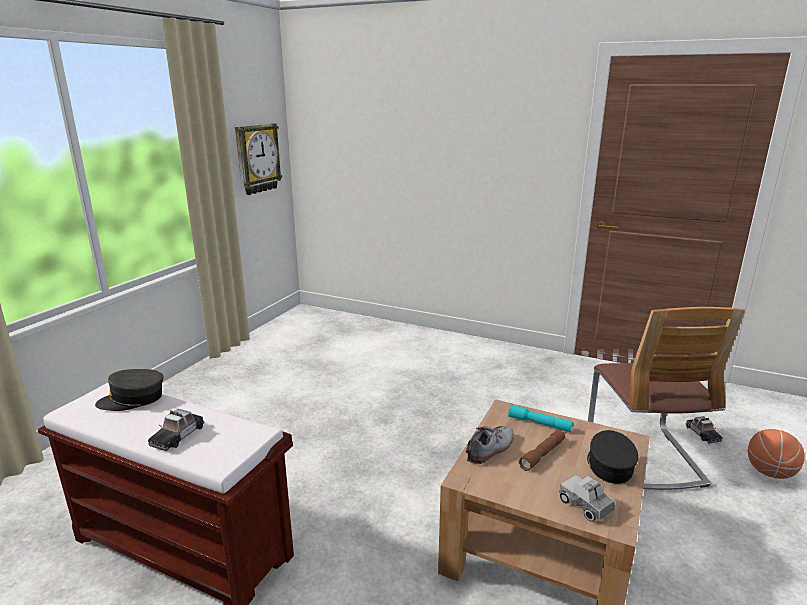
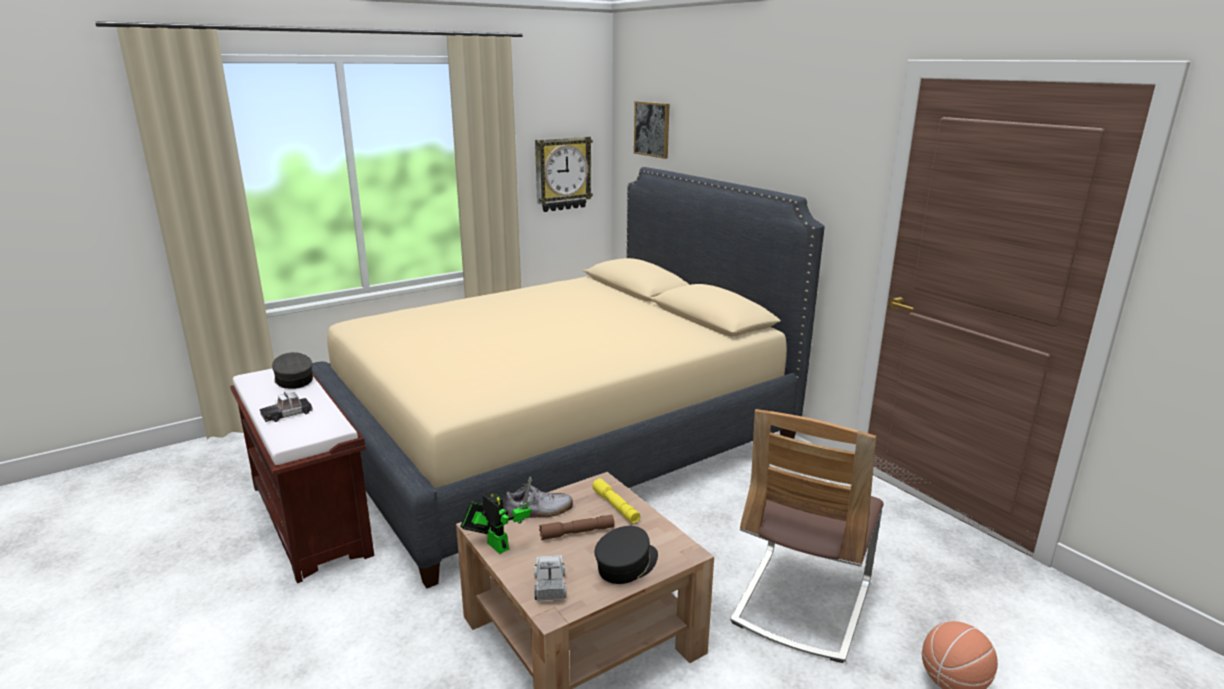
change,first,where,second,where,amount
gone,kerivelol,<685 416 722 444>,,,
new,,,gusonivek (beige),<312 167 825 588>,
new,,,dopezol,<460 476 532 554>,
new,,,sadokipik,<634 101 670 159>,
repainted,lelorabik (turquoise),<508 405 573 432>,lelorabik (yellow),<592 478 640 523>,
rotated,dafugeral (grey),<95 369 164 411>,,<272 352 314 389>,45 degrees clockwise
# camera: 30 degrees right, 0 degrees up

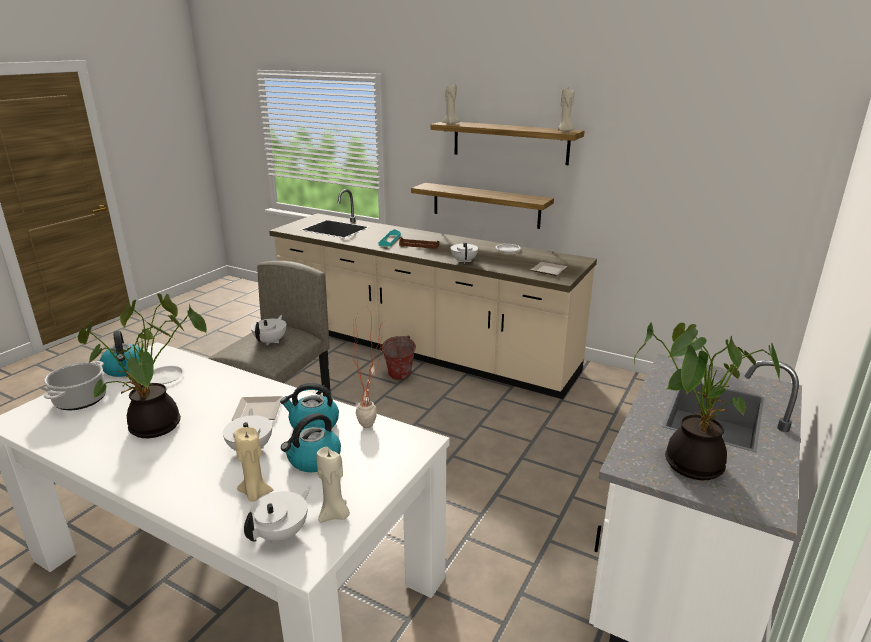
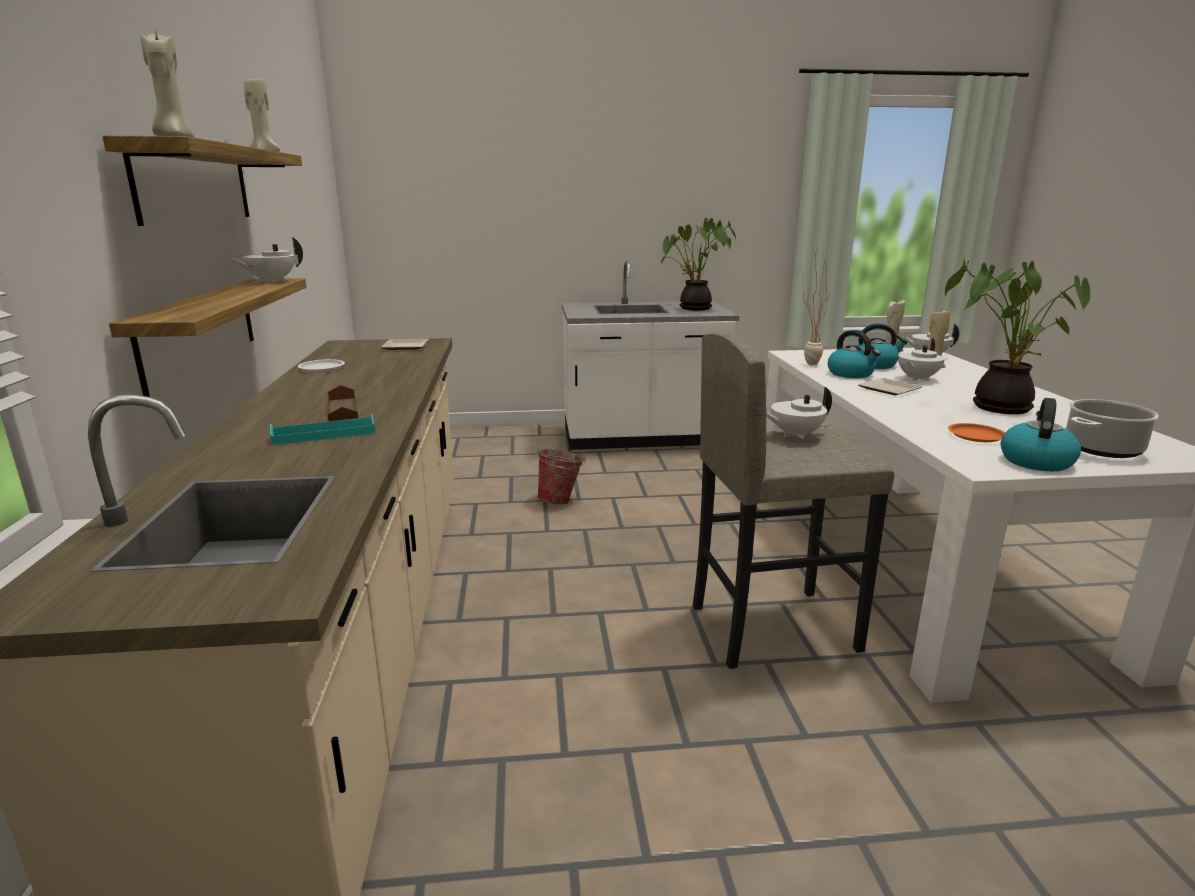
change,first,where,second,where,amount
shifted,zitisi,<380 335 416 380>,,<537 449 586 504>,
shifted,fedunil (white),<450 241 478 264>,,<229 237 303 283>,
repainted,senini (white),<150 365 185 384>,senini (orange),<948 423 1005 442>,
# camera: 125 degrees left, 5 degrees down

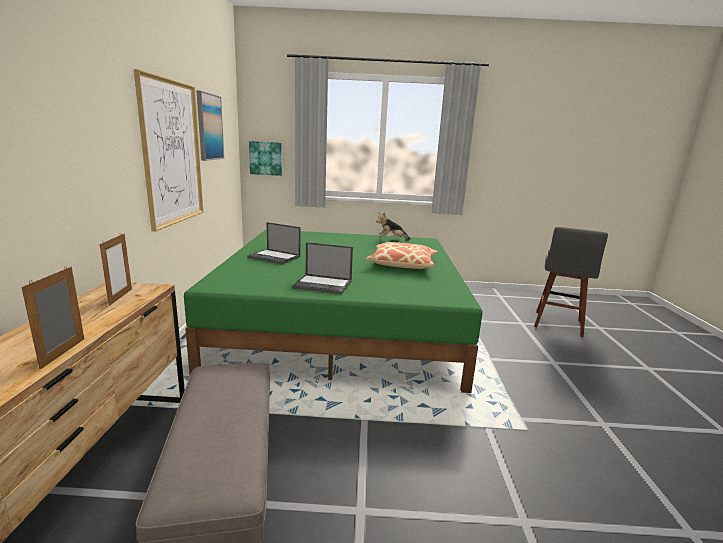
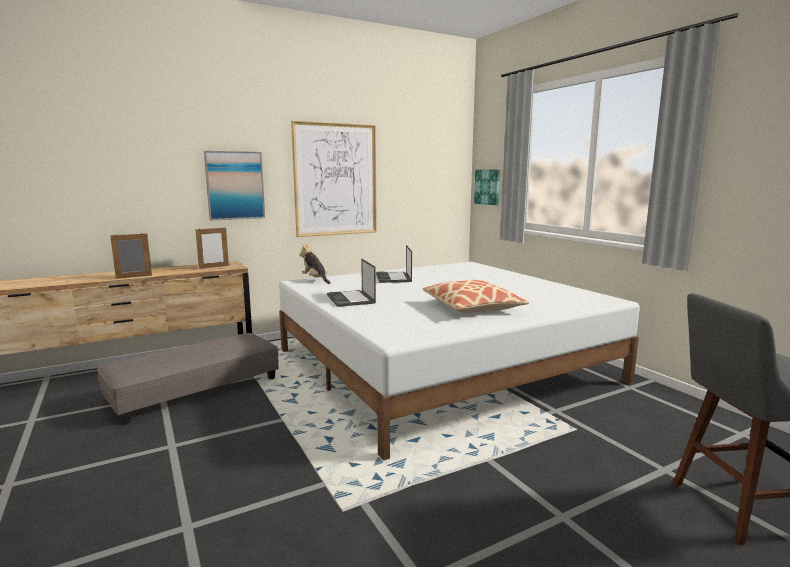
change,first,where,second,where,amount
shifted,sadokipik,<196 90 224 161>,,<204 151 265 220>,
shifted,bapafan,<376 212 411 240>,,<299 244 331 284>,
repainted,gusonivek (green),<184 229 483 393>,gusonivek (white),<279 262 640 461>,
# camera: 60 degrees right, 5 degrees down

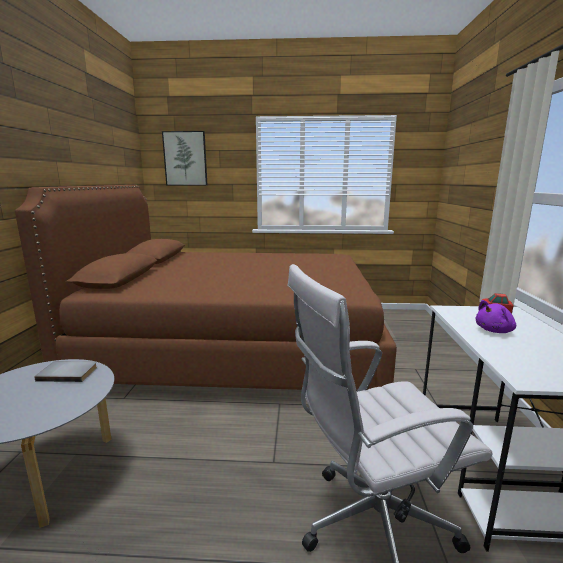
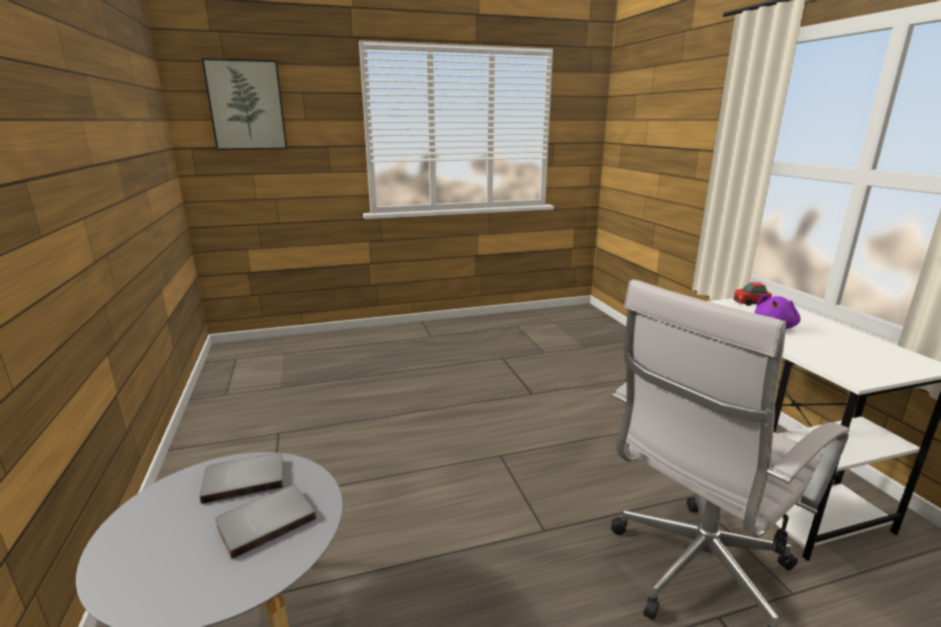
change,first,where,second,where,amount
gone,gusonivek (brown),<15 185 397 391>,,,
new,,,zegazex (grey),<215 485 316 559>,
# camera: 20 degrees left, 5 degrees up

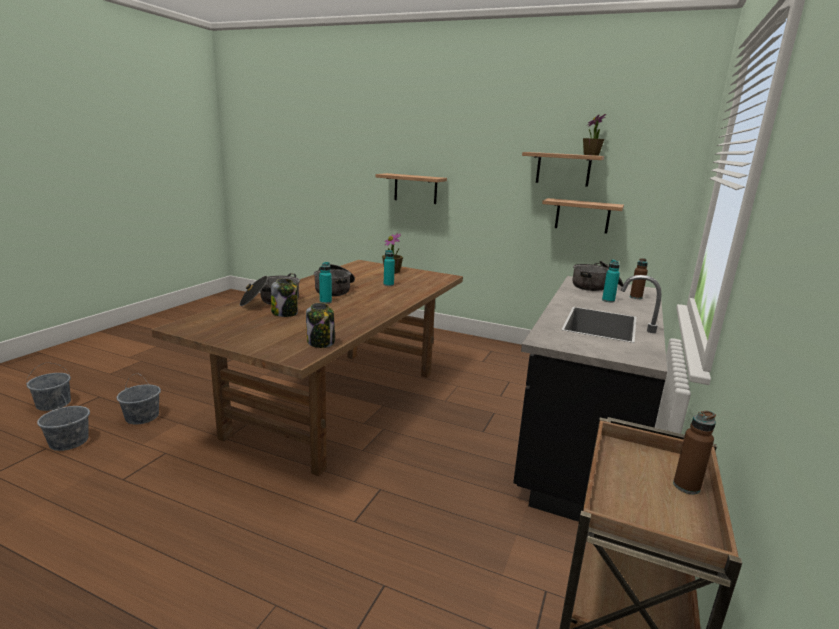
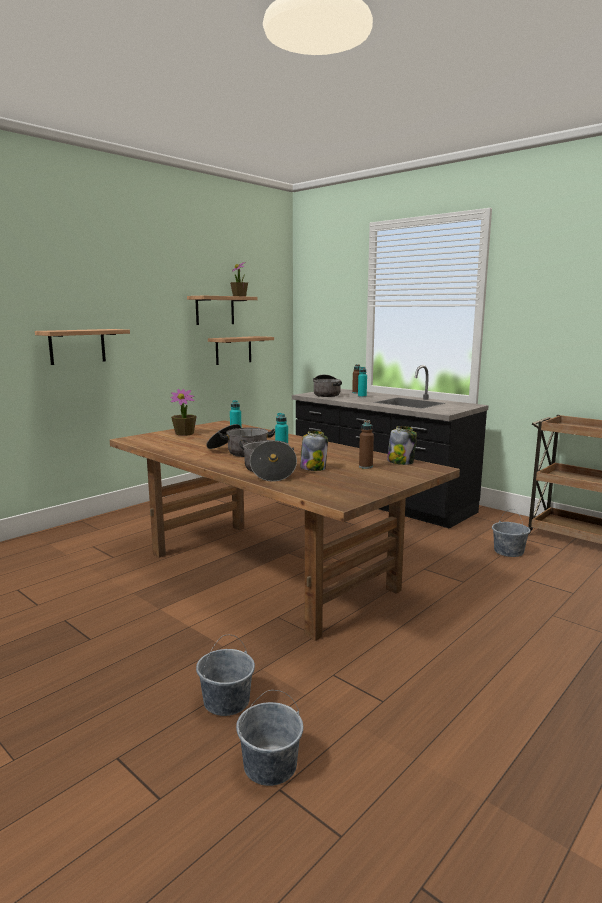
change,first,where,second,where,amount
shifted,zitisi (grey),<26 363 71 411>,,<492 509 530 557>,
shifted,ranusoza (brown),<673 411 716 494>,,<359 420 374 469>,
# camera: 70 degrees left, 5 degrees down

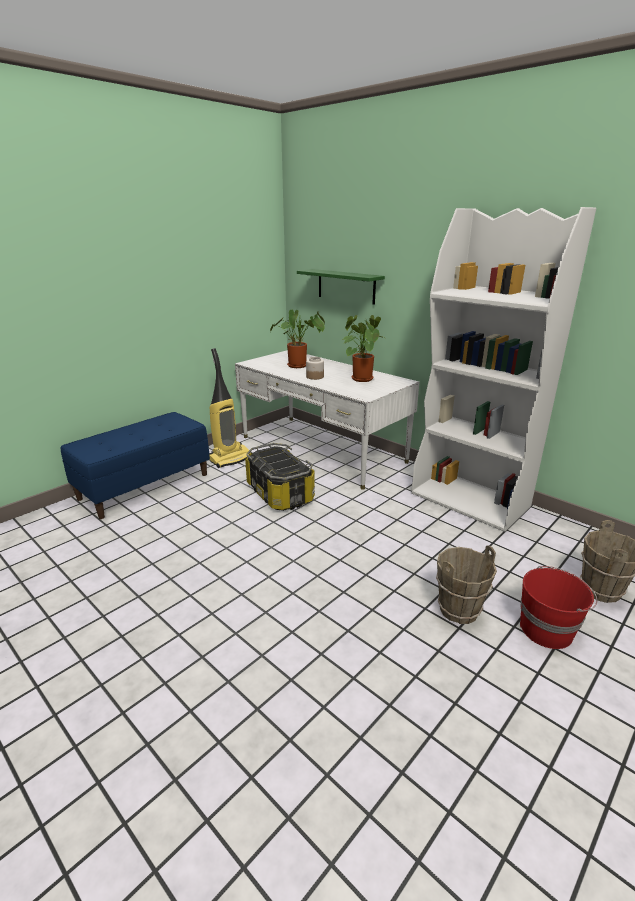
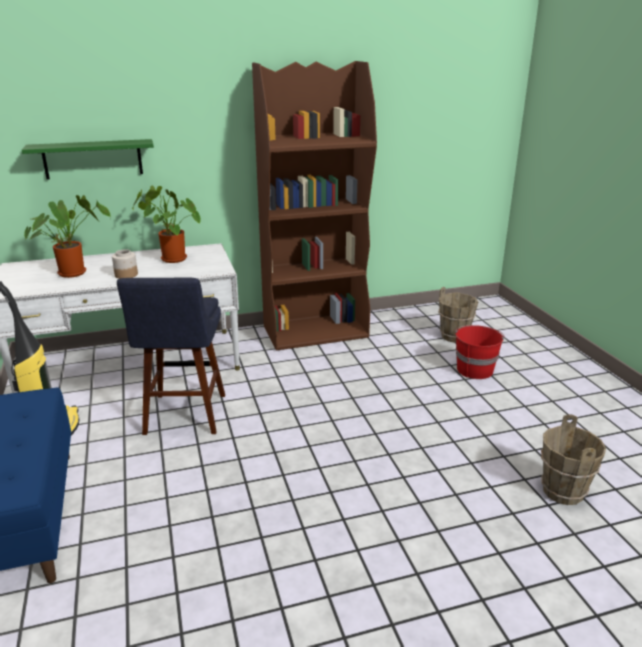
change,first,where,second,where,amount
shifted,zitisi (brown),<436 545 497 624>,,<541 414 606 505>,
swapped,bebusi,<245 443 315 511>,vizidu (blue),<117 277 225 435>,
repainted,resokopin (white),<411 207 596 532>,resokopin (brown),<252 61 377 351>,
# camera: 60 degrees left, 0 degrees up

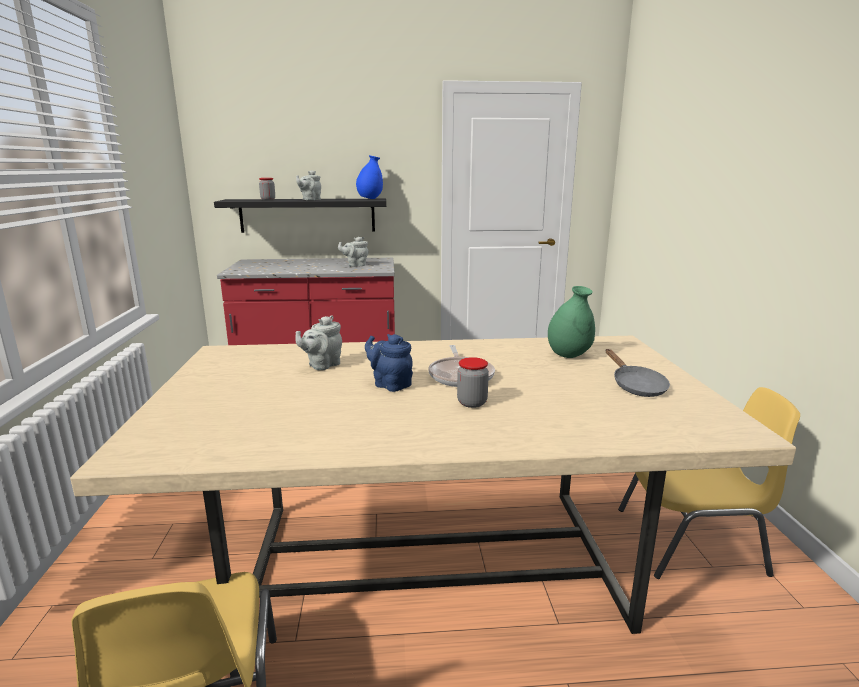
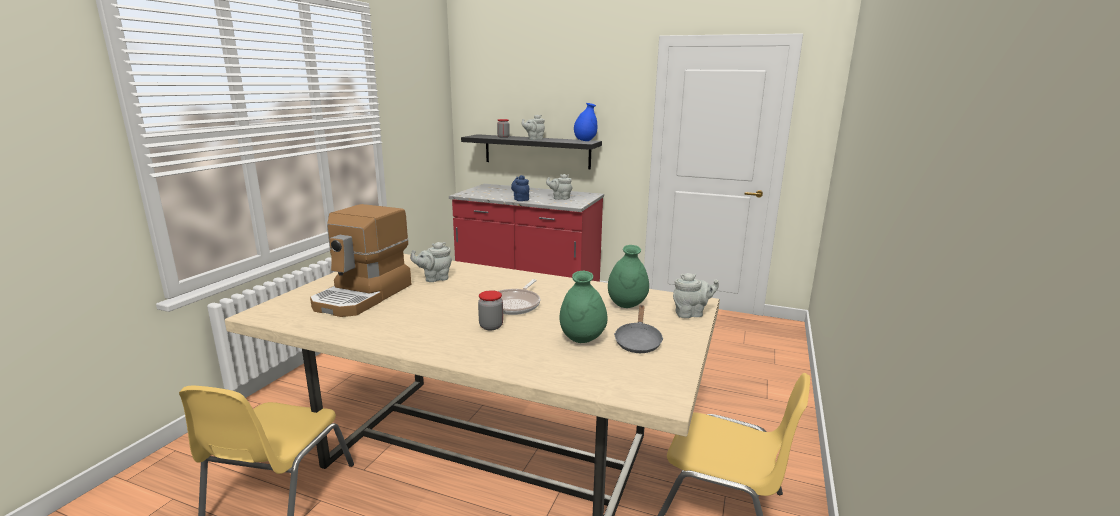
change,first,where,second,where,amount
new,,,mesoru,<310 204 411 317>,
new,,,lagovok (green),<559 271 608 343>,
new,,,fedunil (grey),<673 273 719 318>,
shifted,fedunil (blue),<365 334 413 392>,,<511 175 529 201>,
# camera: 25 degrees right, 0 degrees up

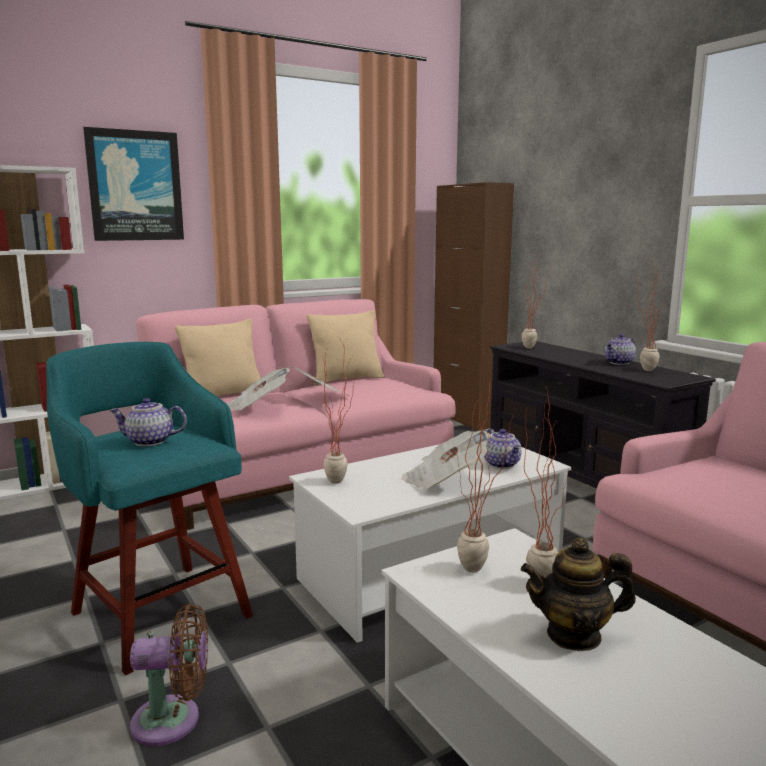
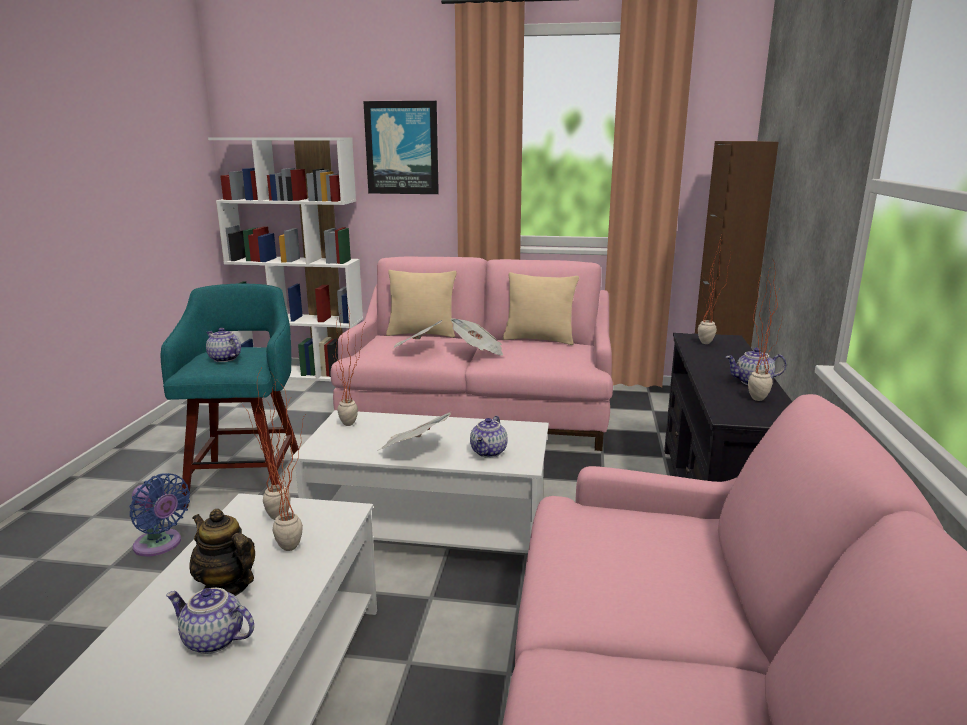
change,first,where,second,where,amount
new,,,fedunil,<166 588 254 654>,
repainted,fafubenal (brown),<130 604 208 746>,fafubenal (blue),<130 473 190 556>,
# camera: 40 degrees right, 5 degrees up

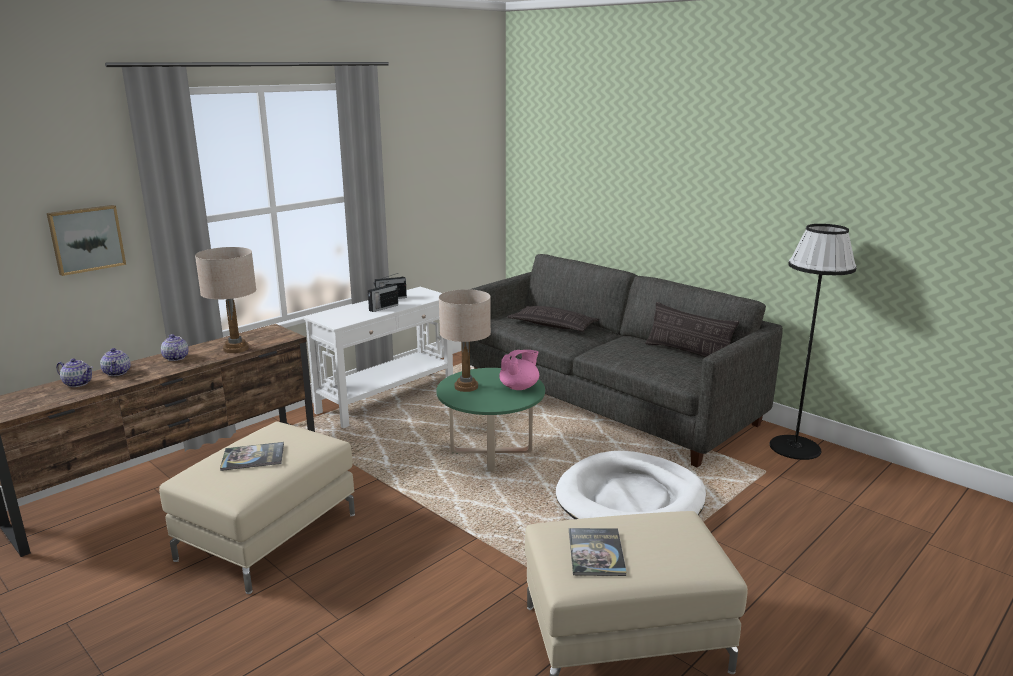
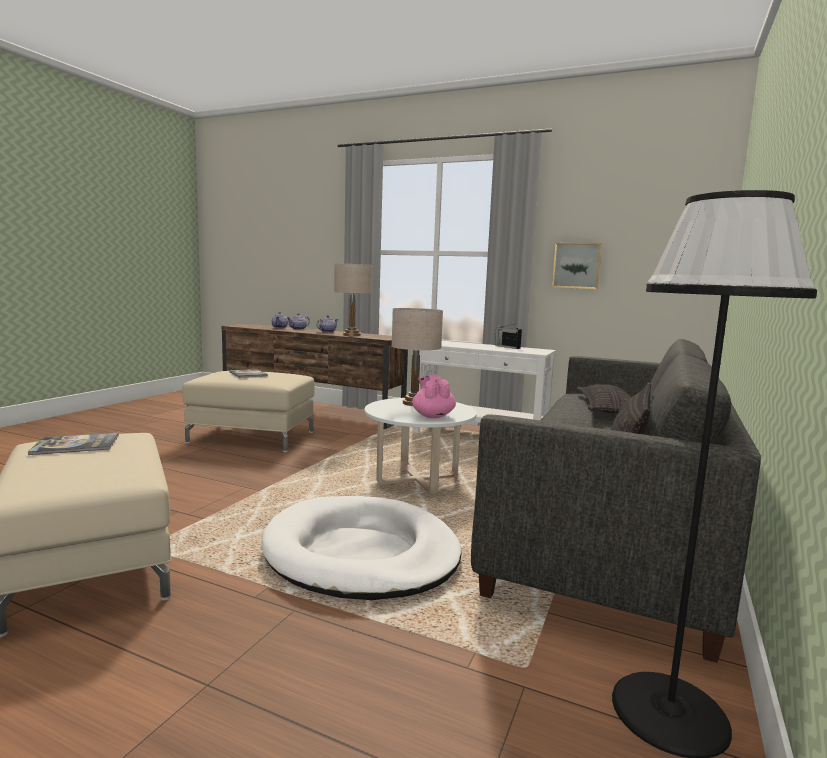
change,first,where,second,where,amount
gone,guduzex,<368 281 398 312>,,,
shifted,sadokipik,<47 205 126 276>,,<552 243 602 289>,
repainted,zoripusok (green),<436 368 545 471>,zoripusok (white),<364 398 477 495>,
rotated,fedunil (pink),<499 350 539 390>,,<412 375 456 418>,135 degrees counterclockwise
# camera: 70 degrees right, 10 degrees down

